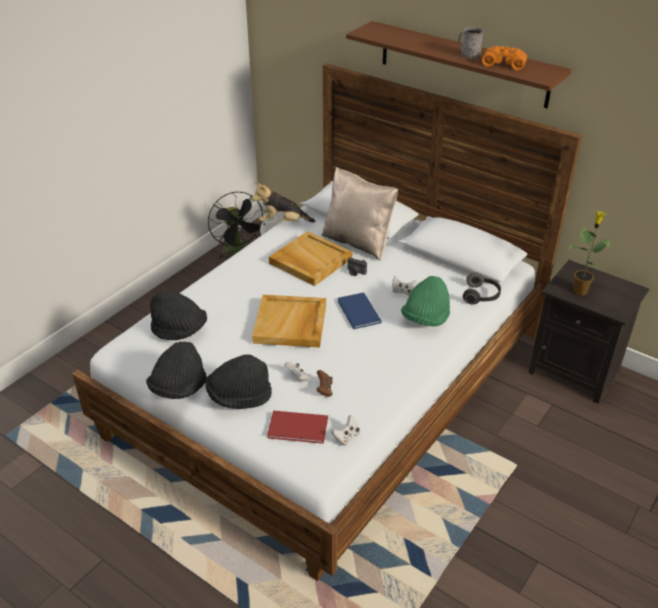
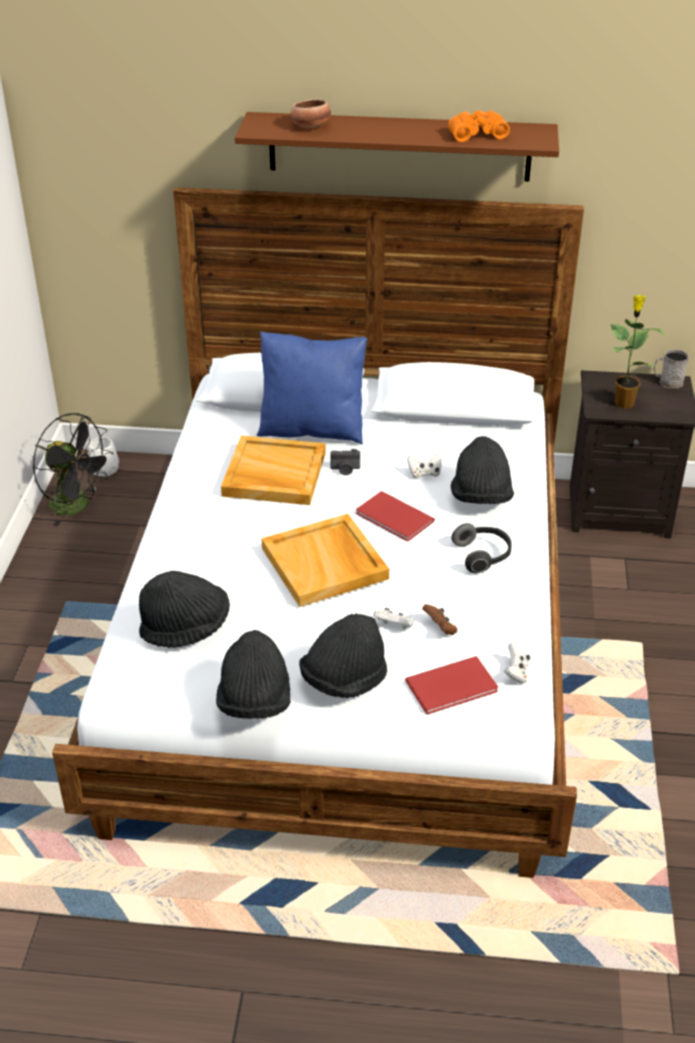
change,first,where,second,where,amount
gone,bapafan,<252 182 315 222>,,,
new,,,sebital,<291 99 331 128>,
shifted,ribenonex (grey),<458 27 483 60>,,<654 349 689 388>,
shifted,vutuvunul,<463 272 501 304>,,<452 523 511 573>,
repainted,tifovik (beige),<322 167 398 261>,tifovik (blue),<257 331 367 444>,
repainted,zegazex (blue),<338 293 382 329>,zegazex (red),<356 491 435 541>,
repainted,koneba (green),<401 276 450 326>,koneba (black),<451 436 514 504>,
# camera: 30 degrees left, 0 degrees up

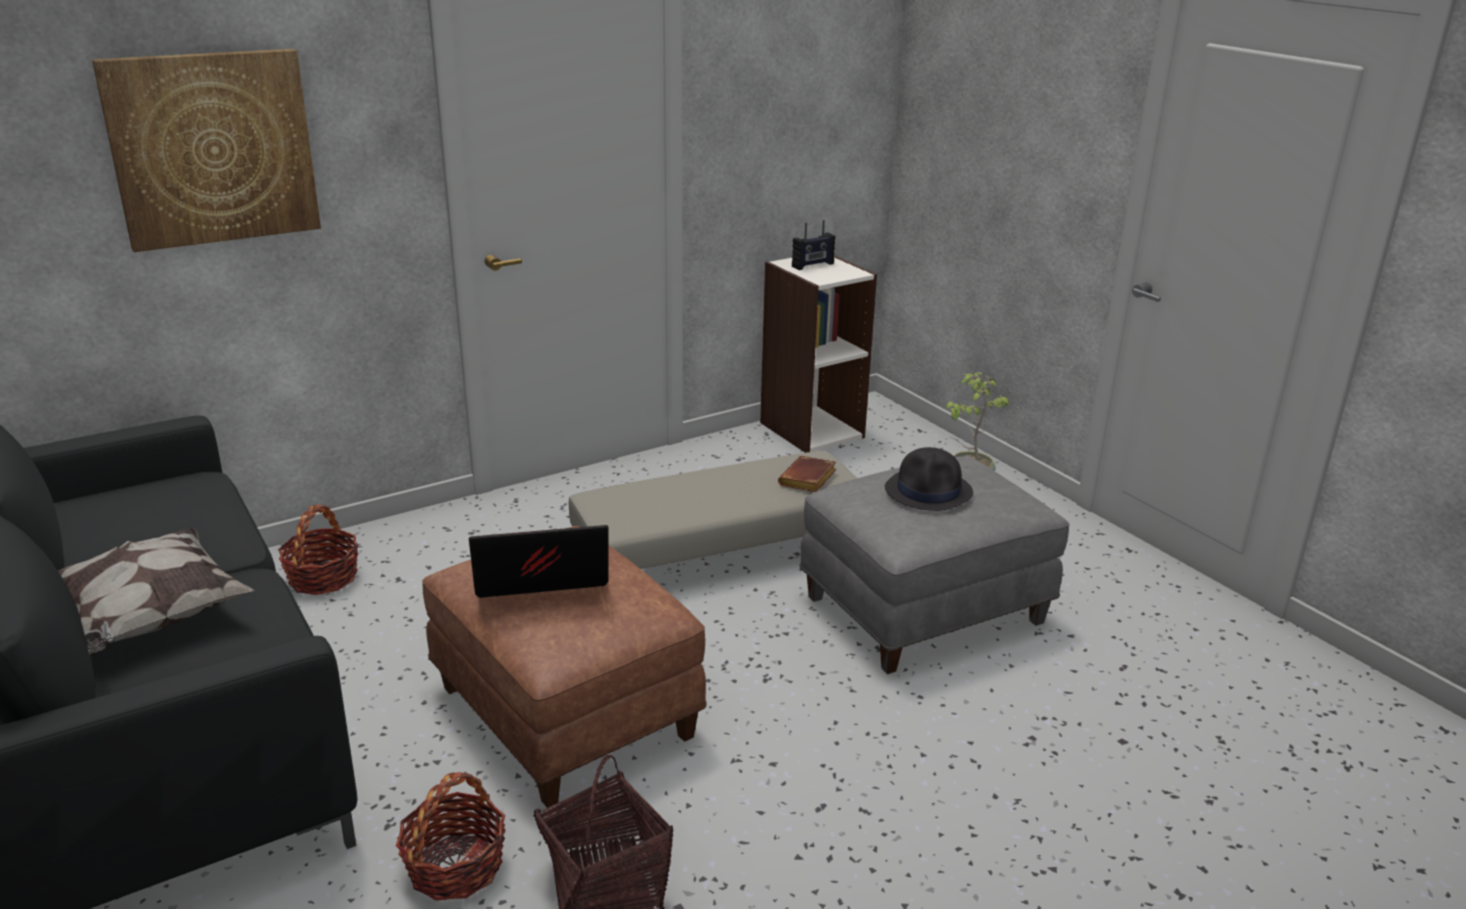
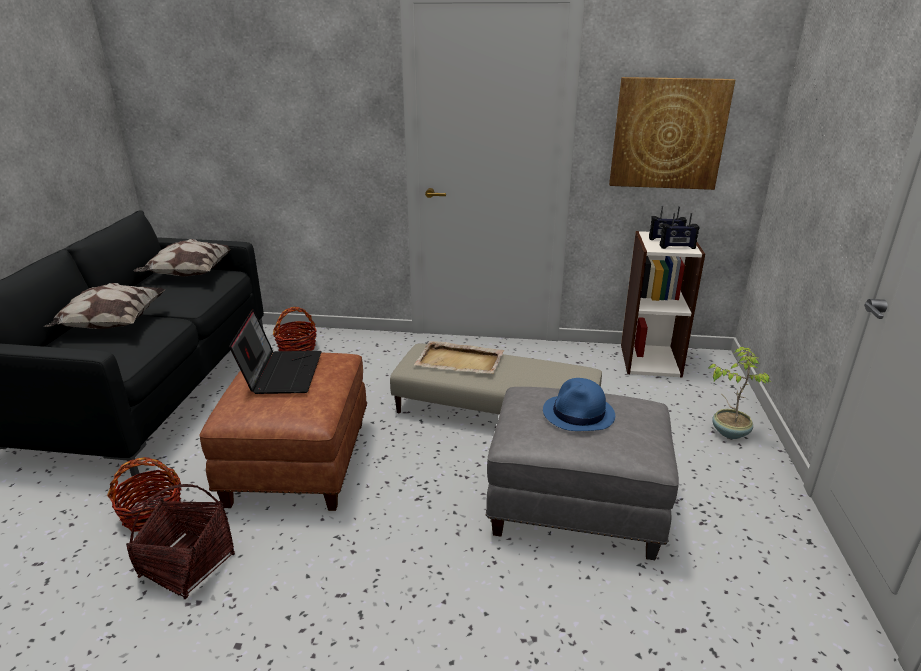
change,first,where,second,where,amount
gone,zegazex (brown),<778 456 836 492>,,,
new,,,tifovik,<134 239 231 277>,
new,,,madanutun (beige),<414 341 504 374>,
new,,,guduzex,<660 213 699 249>,
shifted,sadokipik,<92 49 321 252>,,<609 77 735 190>,
repainted,koneba (black),<885 447 973 511>,koneba (blue),<543 378 615 431>,
rotated,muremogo,<469 525 609 598>,,<229 309 322 394>,60 degrees clockwise
# camera: 40 degrees right, 0 degrees up

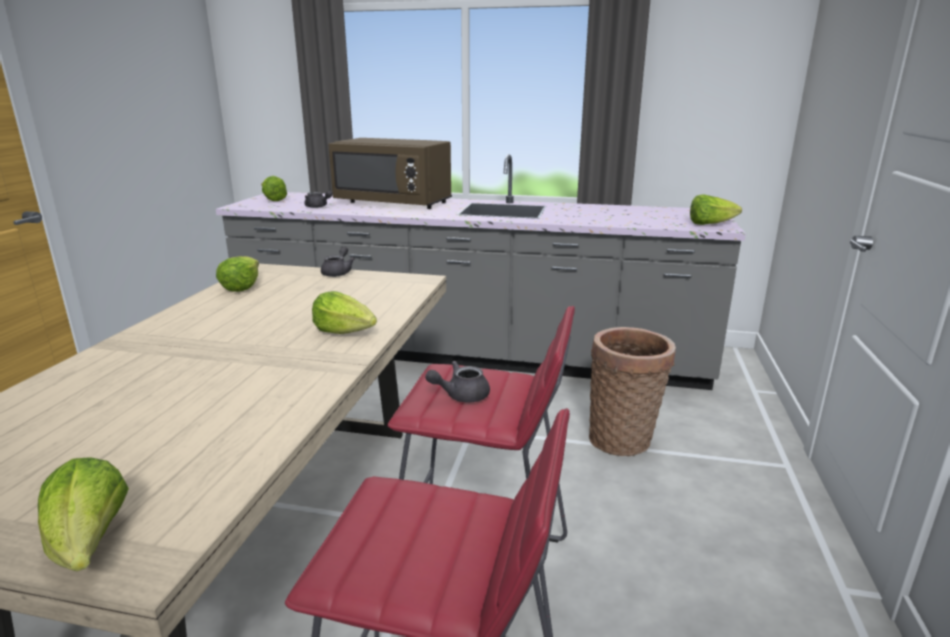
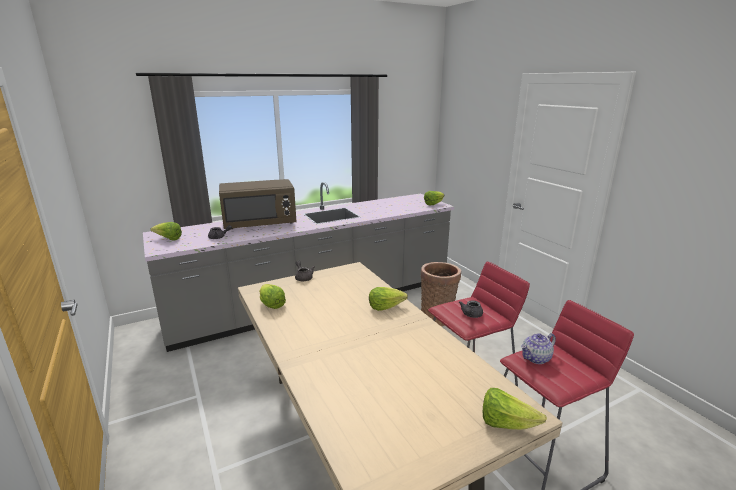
change,first,where,second,where,amount
new,,,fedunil,<521 333 556 364>,
# camera: 40 degrees left, 0 degrees up

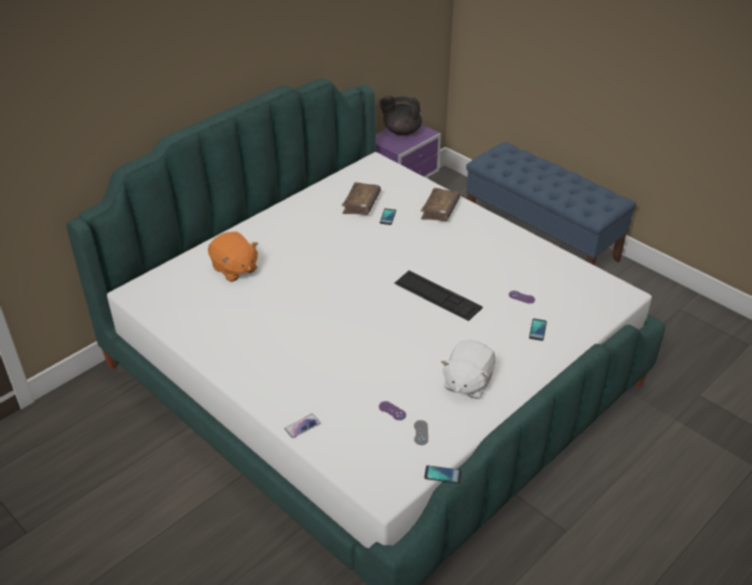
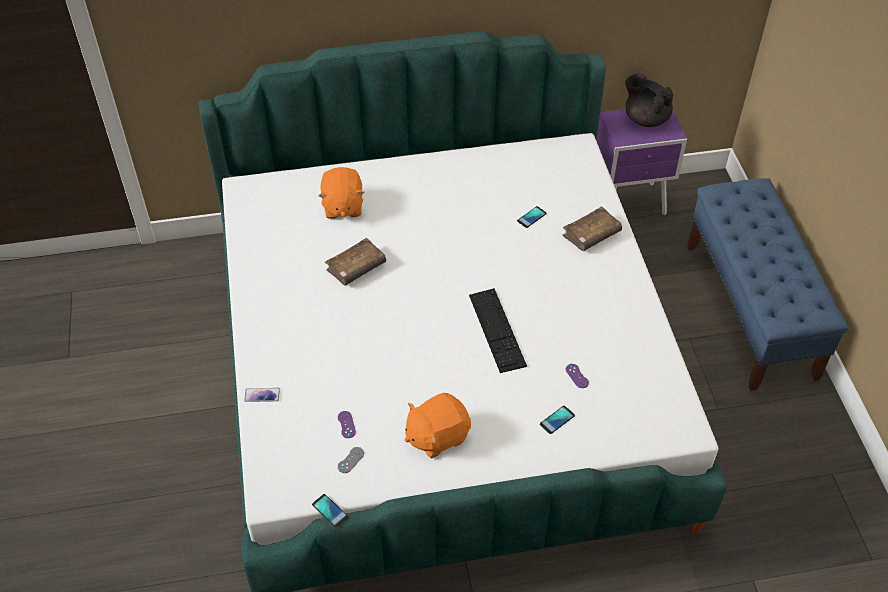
change,first,where,second,where,amount
shifted,zegazex (brown),<342 182 381 215>,,<325 238 386 286>,
repainted,bapafan (white),<441 340 496 399>,bapafan (orange),<405 393 471 458>,
# camera: 35 degrees right, 10 degrees up

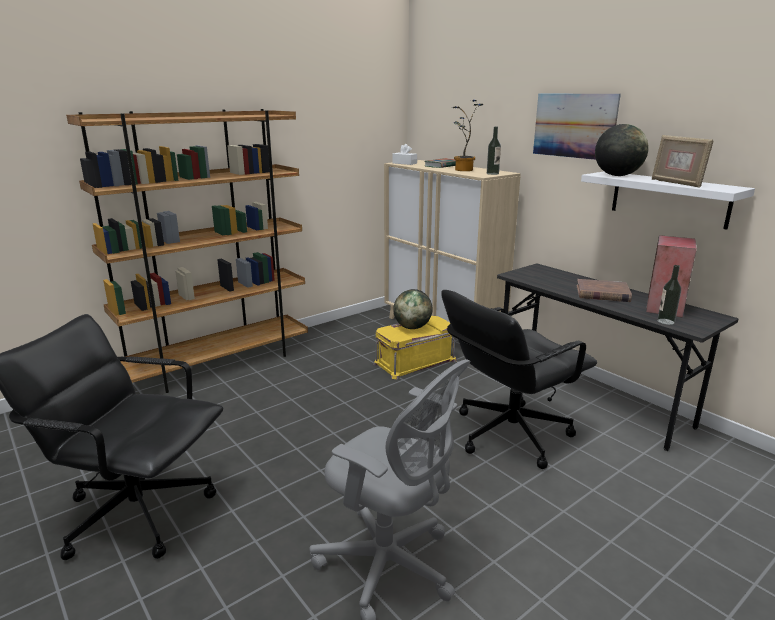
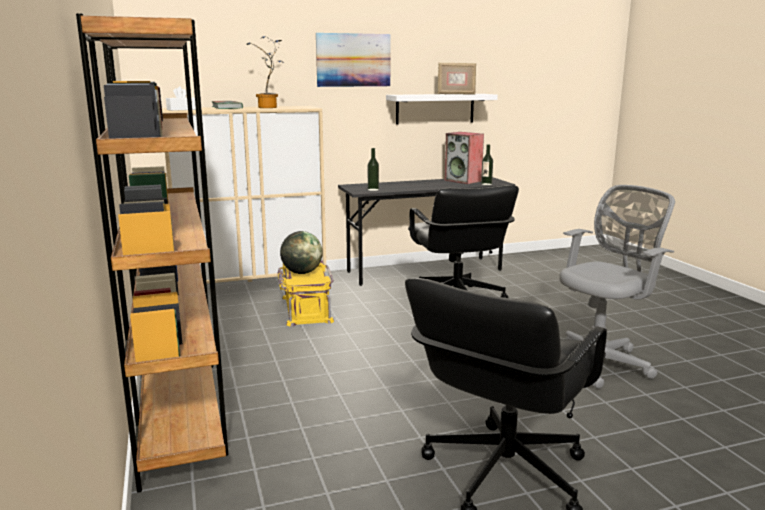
change,first,where,second,where,amount
gone,zegazex (brown),<577 279 632 302>,,,
gone,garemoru,<595 124 649 176>,,,
shifted,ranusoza,<487 127 501 175>,,<368 148 379 191>,
# camera: 70 degrees left, 5 degrees down

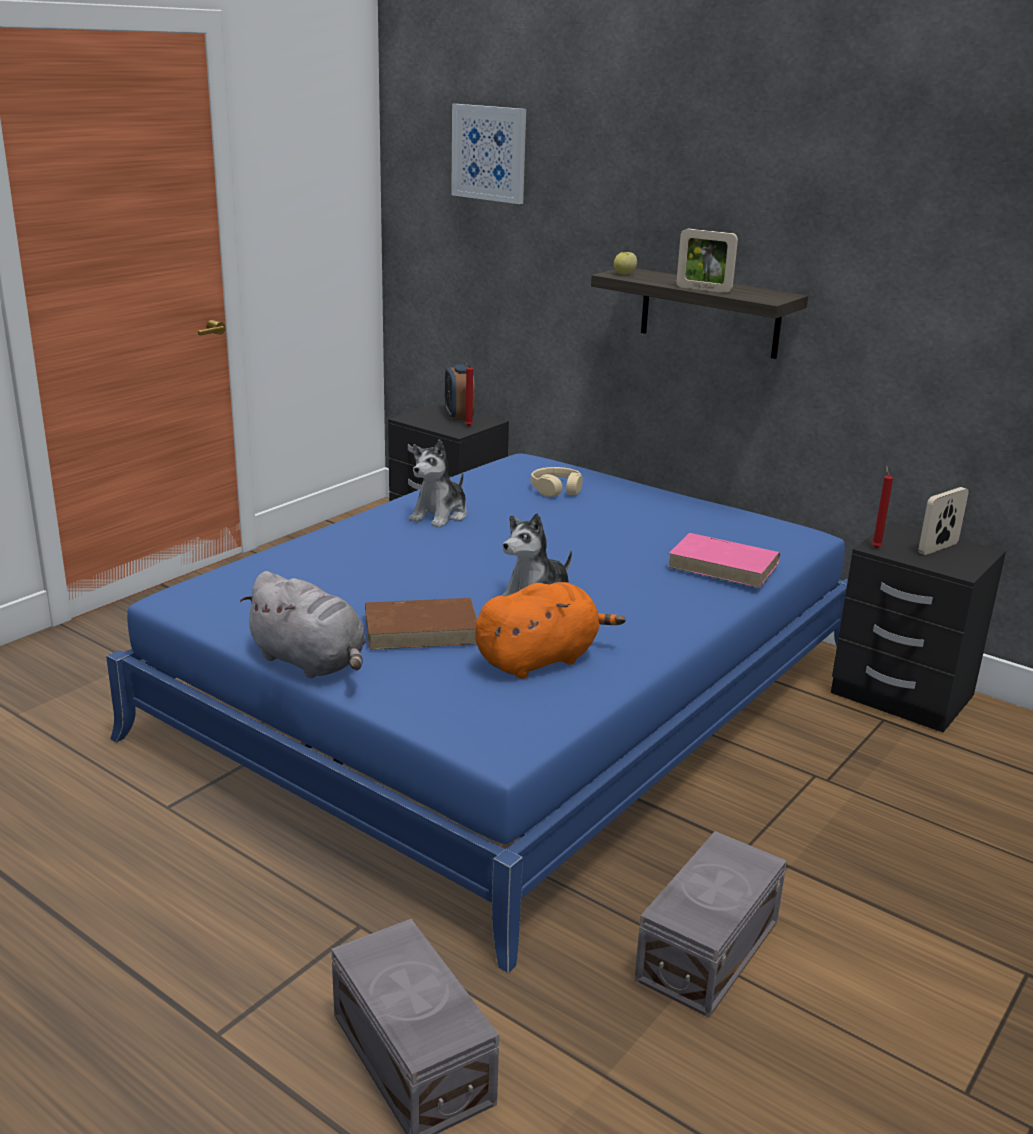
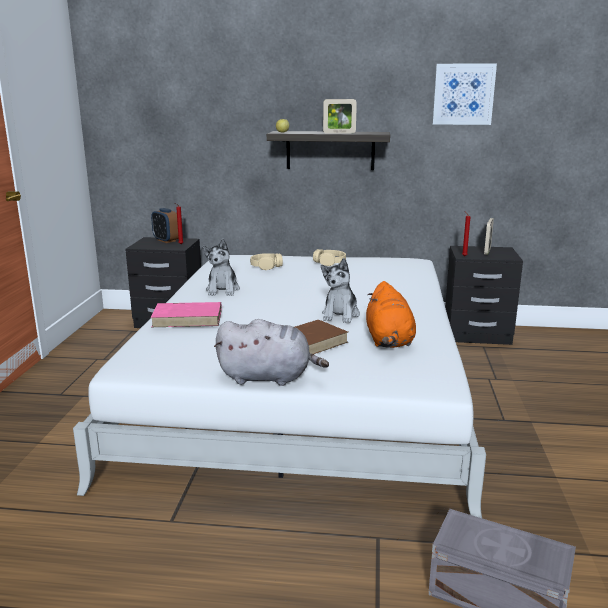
change,first,where,second,where,amount
gone,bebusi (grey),<634 831 787 1018>,,,
new,,,vutuvunul (beige),<313 249 346 266>,
shifted,sadokipik,<451 104 526 204>,,<432 63 497 125>,
shifted,zegazex (pink),<667 533 780 588>,,<150 302 222 327>,
repainted,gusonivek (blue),<106 453 848 973>,gusonivek (white),<73 255 486 518>,
rotated,bapafan (orange),<475 582 626 679>,,<366 281 416 348>,150 degrees clockwise
# camera: 30 degrees left, 5 degrees down

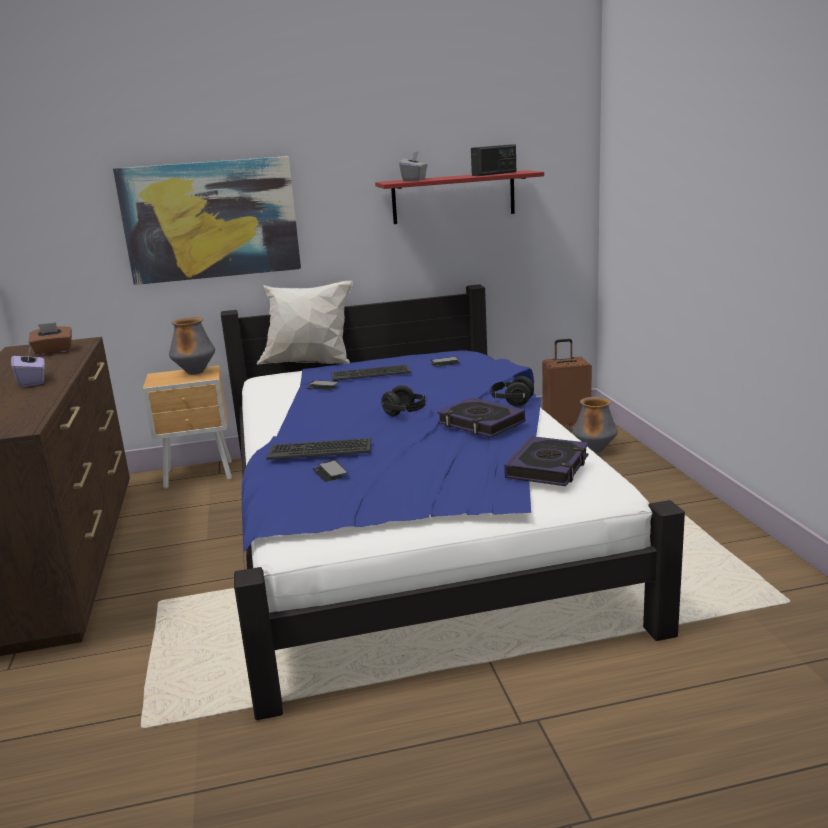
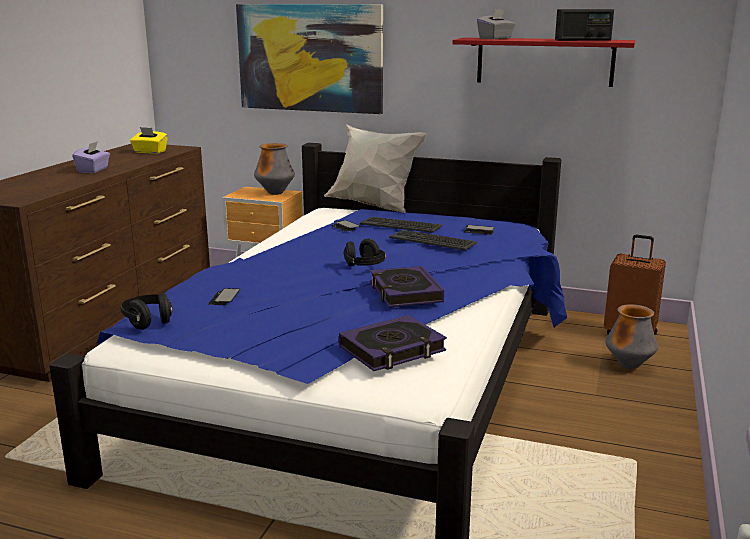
change,first,where,second,where,amount
shifted,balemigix,<266 438 371 460>,,<389 230 477 250>,
shifted,vutuvunul (black),<490 376 534 406>,,<120 293 173 330>,
repainted,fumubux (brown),<29 322 72 356>,fumubux (yellow),<130 127 168 154>,
# camera: 30 degrees right, 0 degrees up

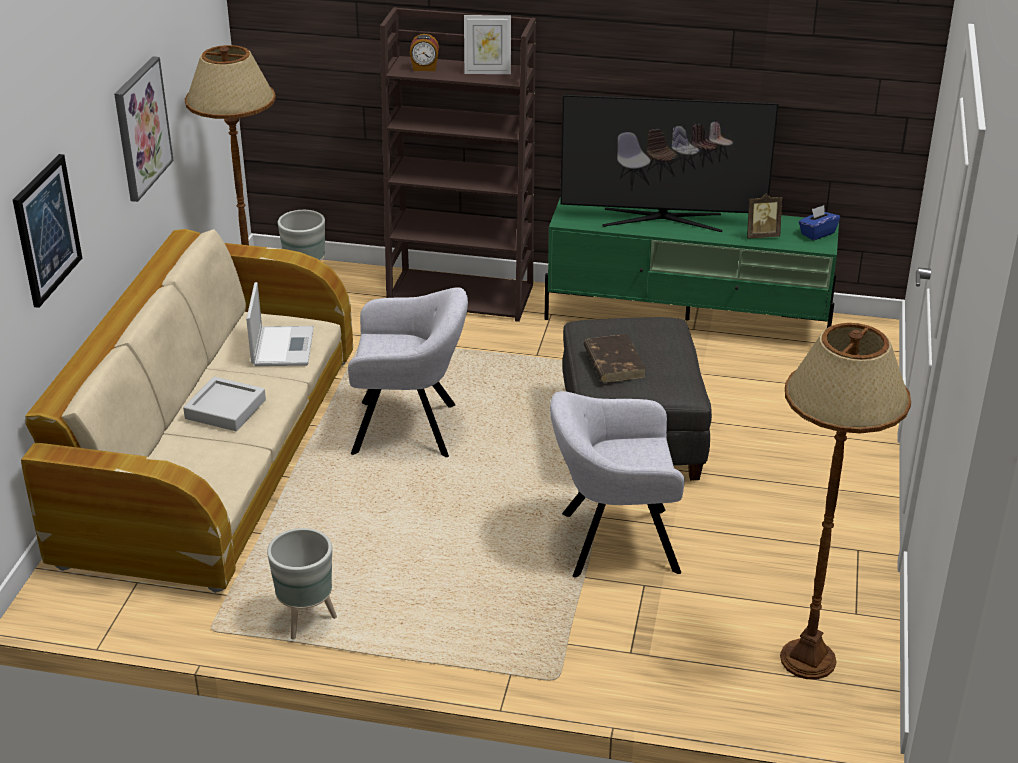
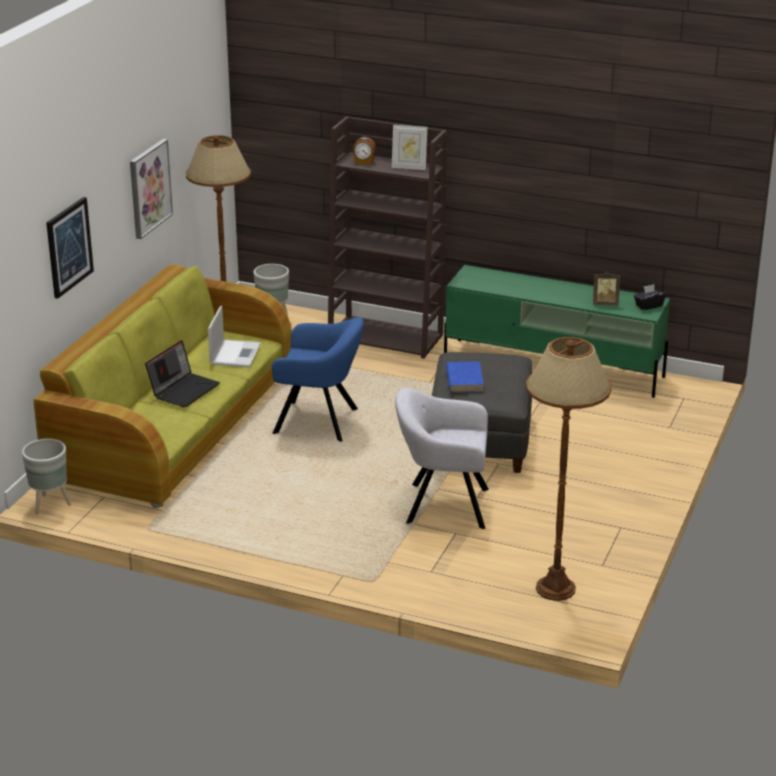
change,first,where,second,where,amount
gone,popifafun,<560 95 779 232>,,,
shifted,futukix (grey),<267 528 337 639>,,<22 439 71 515>,
swapped,madanutun (grey),<183 377 266 431>,muremogo,<145 340 220 408>,
repainted,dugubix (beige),<21 229 353 593>,dugubix (green),<34 265 292 508>,
repainted,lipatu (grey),<348 287 468 457>,lipatu (blue),<272 317 364 442>,
repainted,zegazex (brown),<584 334 646 383>,zegazex (blue),<446 361 484 392>,
repainted,fumubux (blue),<799 205 840 240>,fumubux (black),<634 284 666 310>,
# camera: 10 degrees right, 5 degrees down

